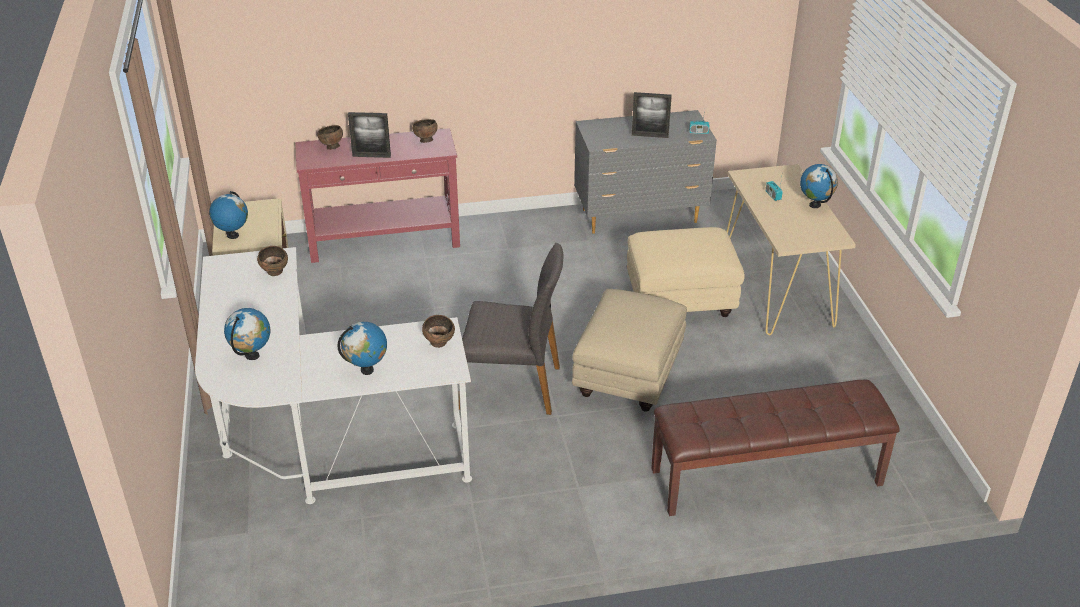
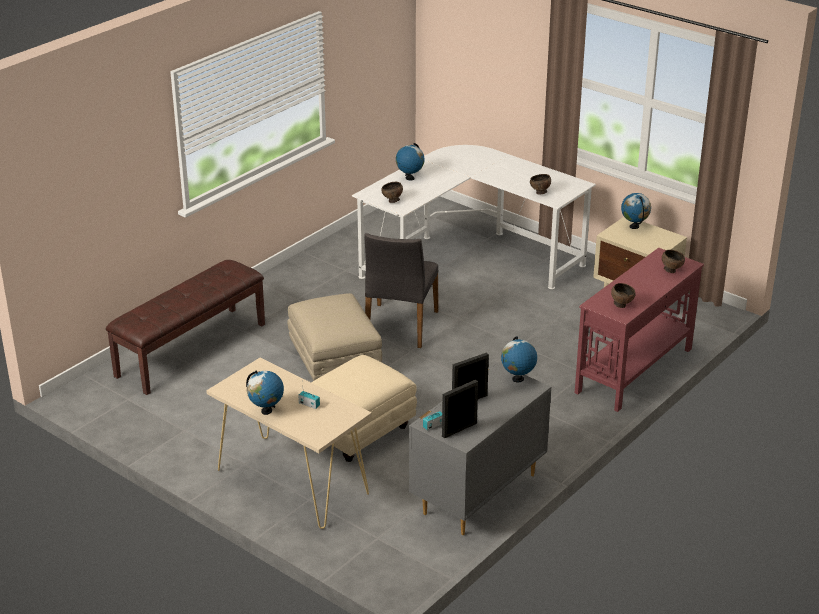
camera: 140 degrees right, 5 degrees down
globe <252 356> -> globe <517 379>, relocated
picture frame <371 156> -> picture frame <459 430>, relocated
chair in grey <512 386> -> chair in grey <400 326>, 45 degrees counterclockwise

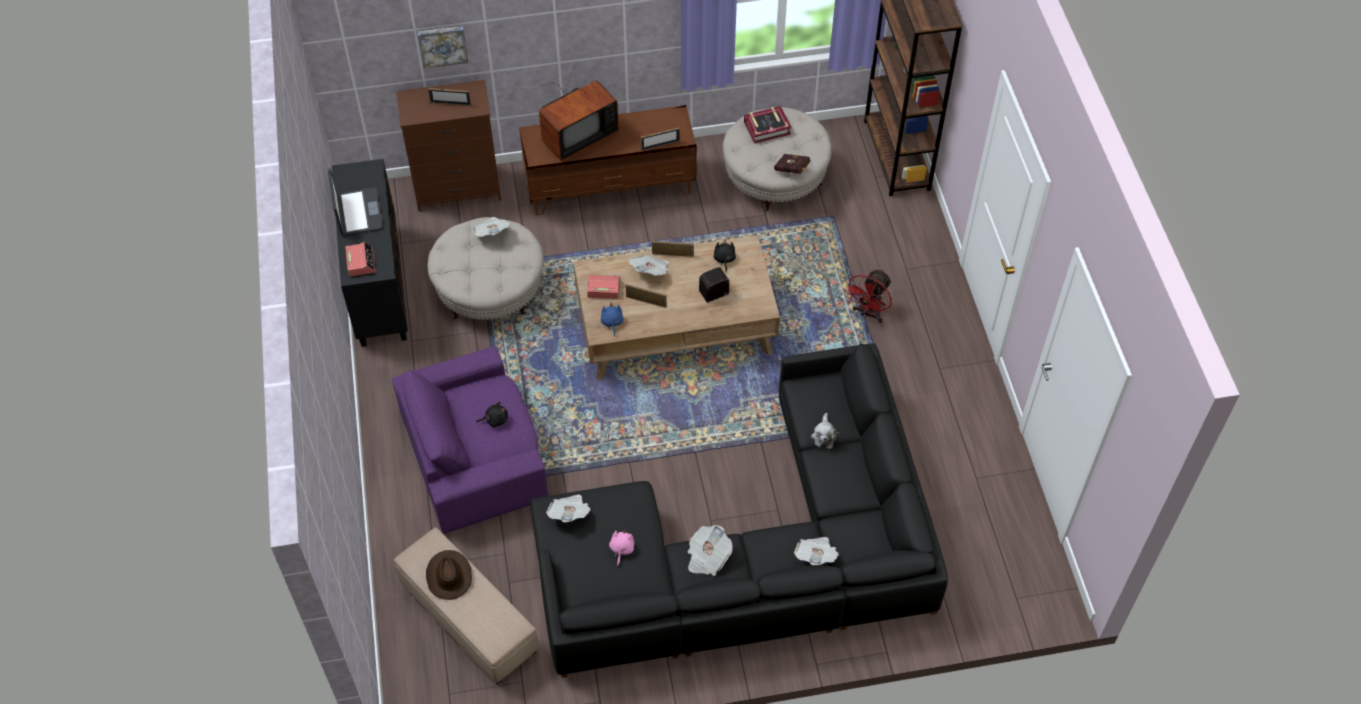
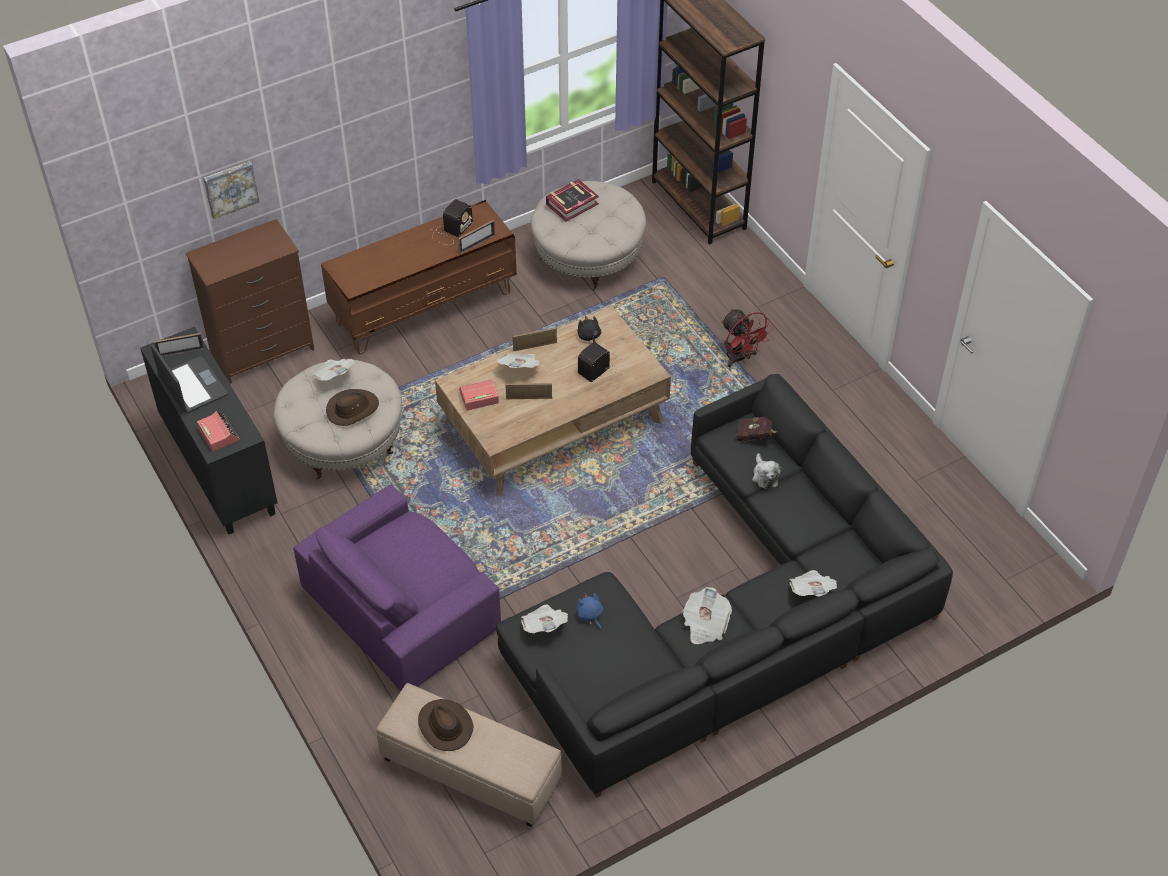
camera: 20 degrees left, 5 degrees down
soft toy in black-coloured <495 419> -> none
TV set <576 136> -> none
soft toy in pink <621 549> -> none
none -> hat in brown-coloured <352 409>
none -> radio <451 231>
picture frame <450 103> -> picture frame <180 352>, relocated
soft toy in blue <612 323> -> soft toy in blue <590 616>, relocated
bound book in reddish <792 170> -> bound book in reddish <756 436>, relocated
fan in reddish <868 314> -> fan in reddish <740 358>, 45 degrees counterclockwise

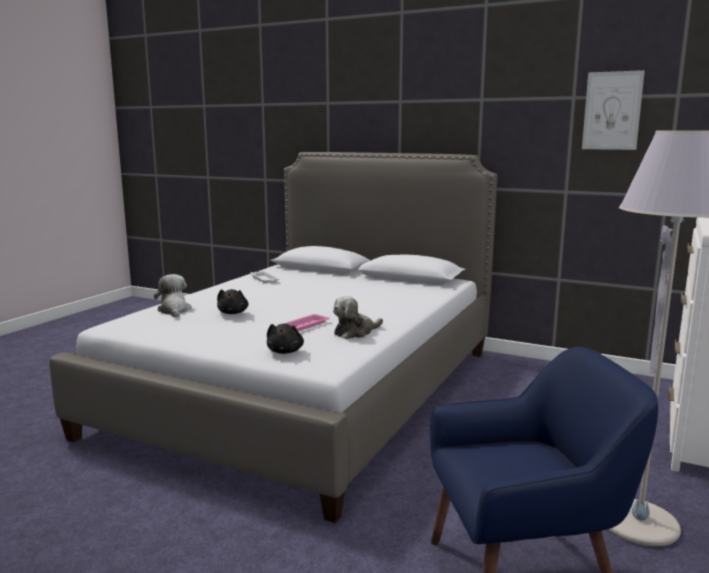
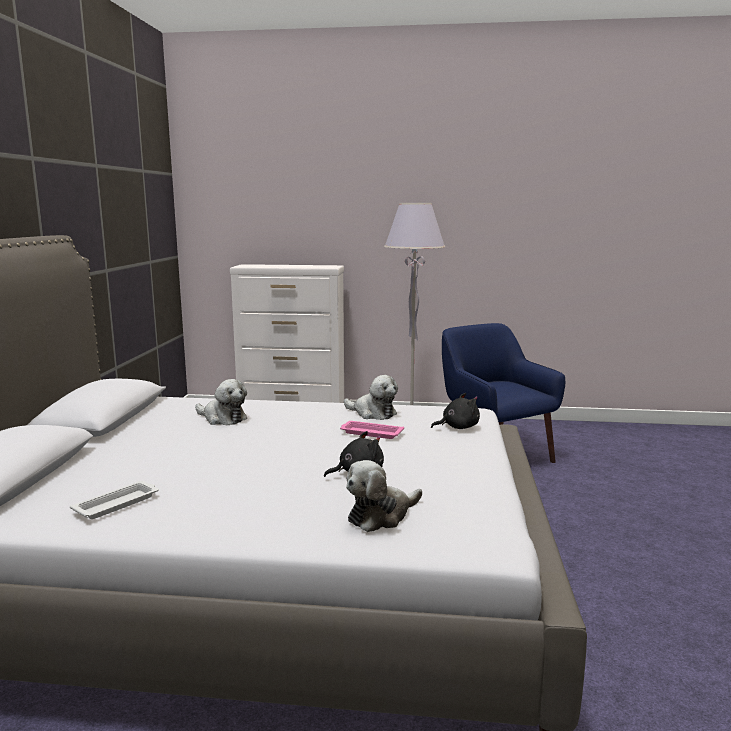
camera: 110 degrees left, 0 degrees up
wall art <612 111> -> none
none -> soft toy <222 418>

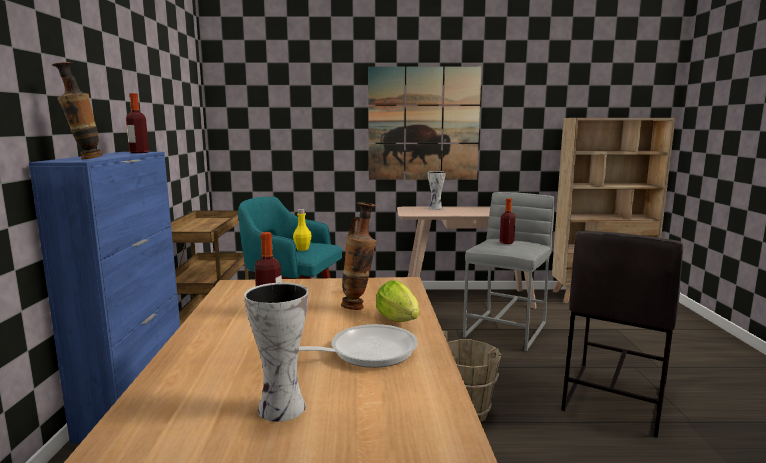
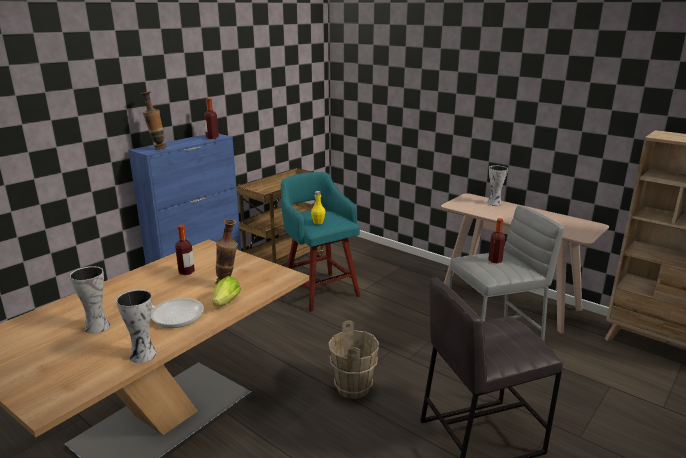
camera: 40 degrees right, 10 degrees up
wall art <423 124> -> none
none -> flower vase <144 355>

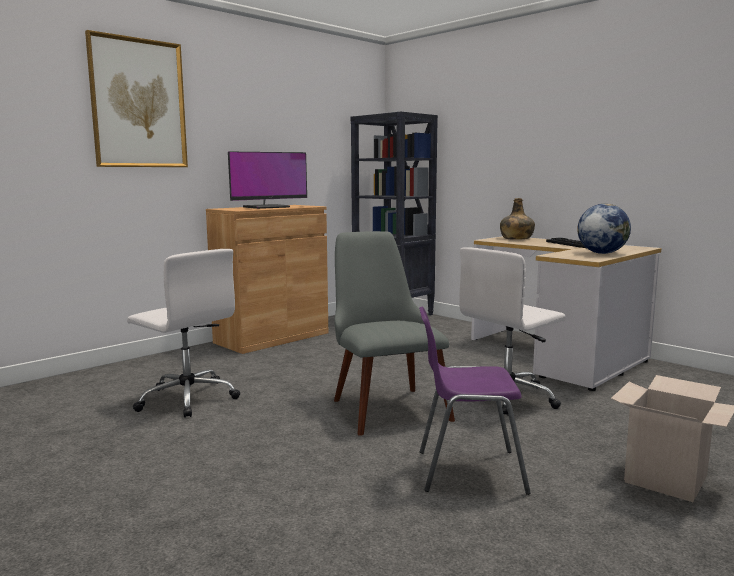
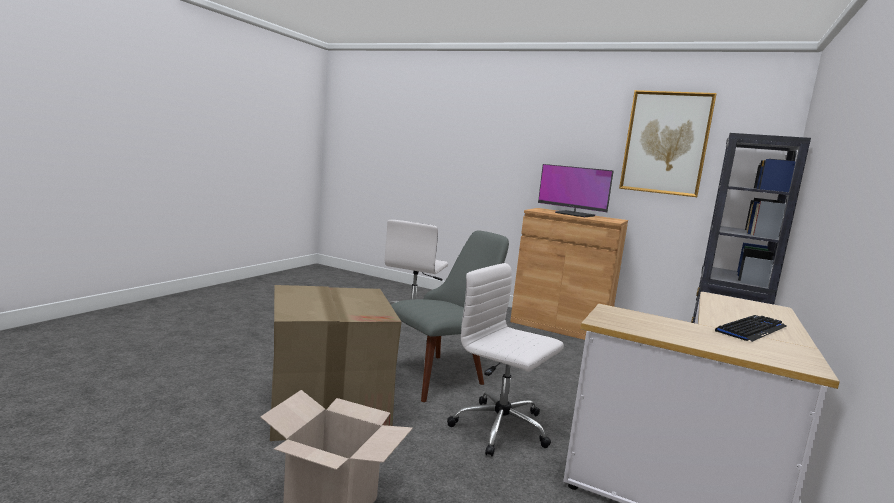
camera: 70 degrees right, 0 degrees up
beverage bottle in green-coloured <516 238> -> none
globe <601 253> -> none
wall art <138 103> -> wall art <665 143>, relocated
chair in purple <467 471> -> packing box <328 406>

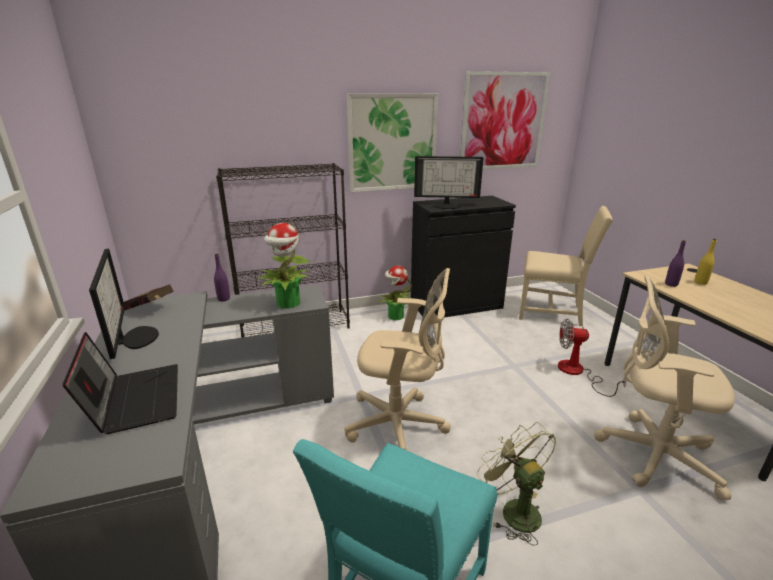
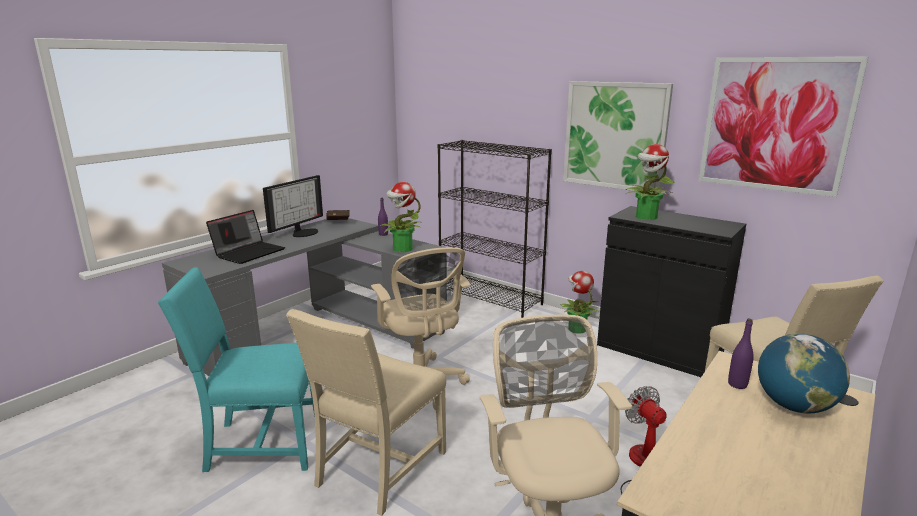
camera: 55 degrees right, 5 degrees down
monitor <447 206> -> houseplant <646 217>
fan in green-coloured <513 510> -> chair in beige-coloured <377 469>
beverage bottle in yellowish <700 282> -> globe <794 406>

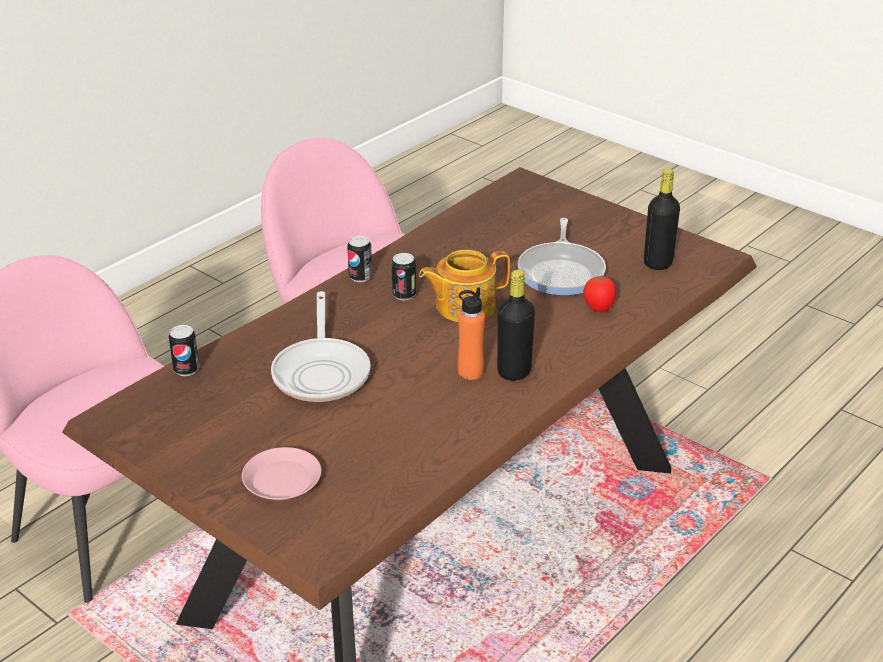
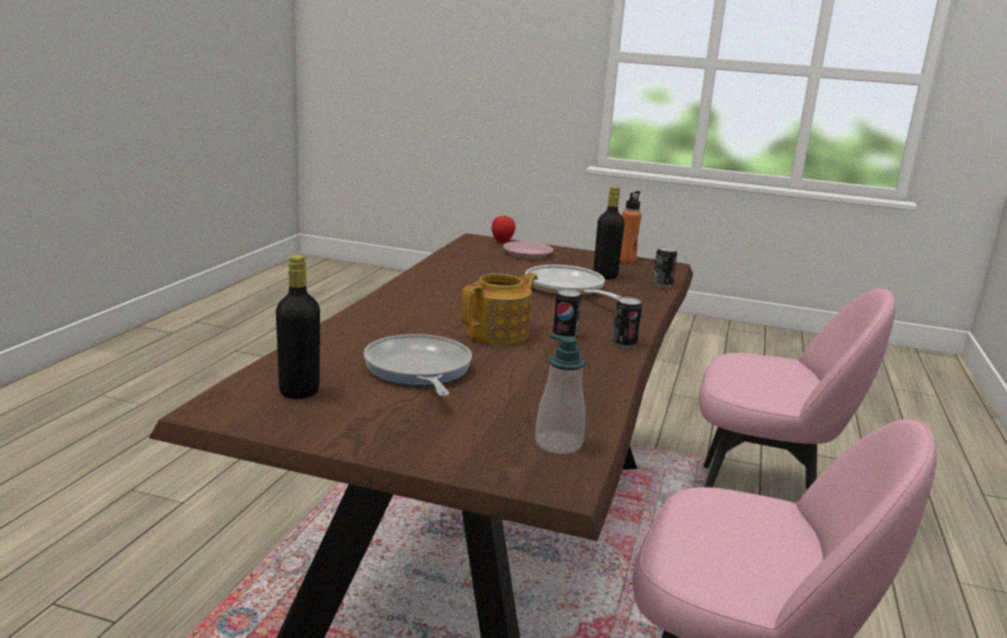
camera: 155 degrees right, 15 degrees down
none -> liquid soap bottle <558 444>
beverage bottle in orangey <470 372> -> beverage bottle in orangey <626 261>, relocated
beverage bottle in black-coloured <514 372> -> beverage bottle in black-coloured <605 276>, relocated
fresh tomato <599 309> -> fresh tomato <502 241>, relocated

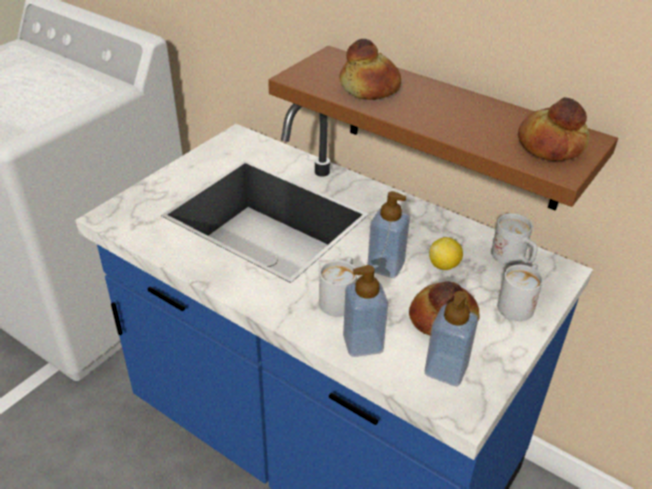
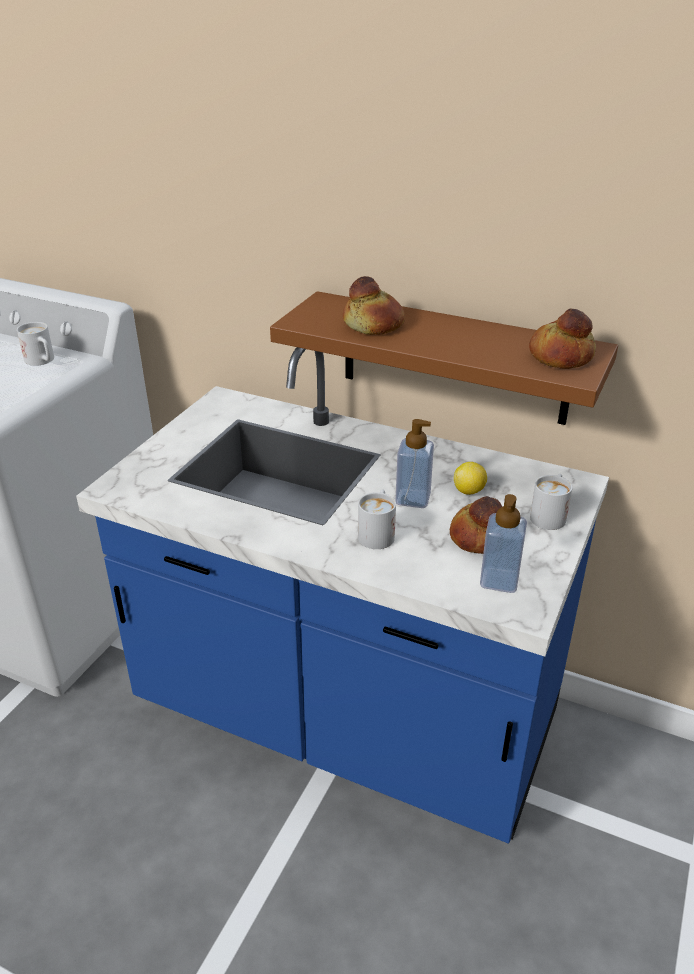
camera: 10 degrees left, 5 degrees down
liquid soap bottle <363 343> -> none
mug in white-coloured <513 259> -> mug in white-coloured <42 361>, relocated

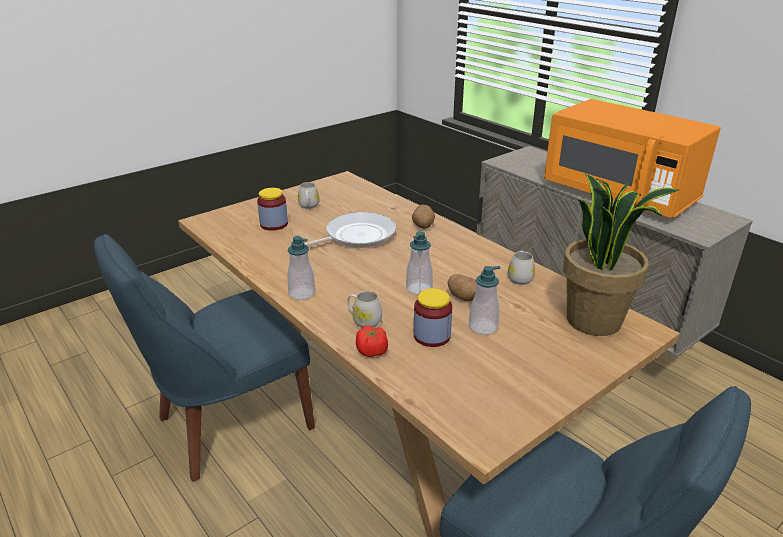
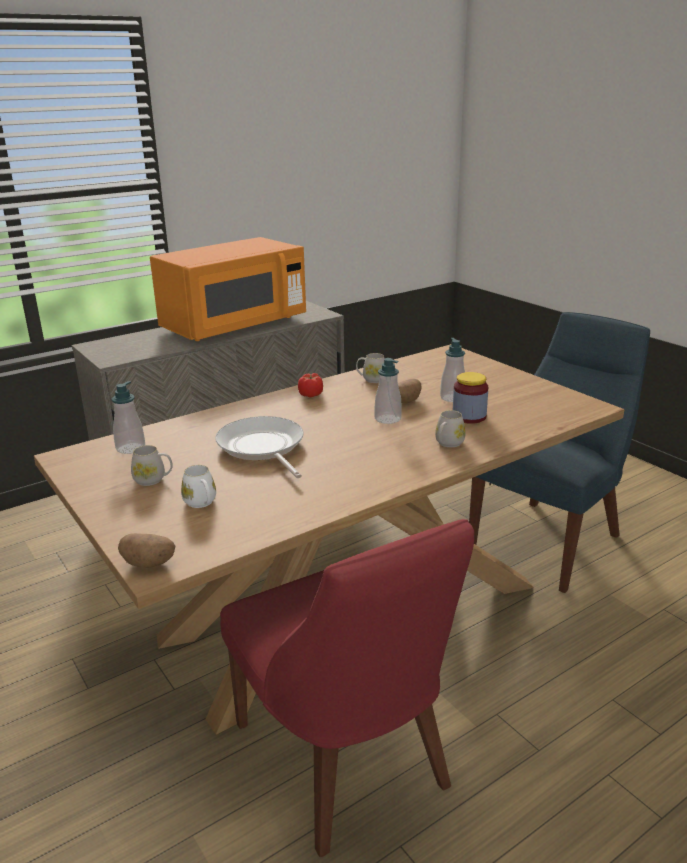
camera: 85 degrees left, 5 degrees down
houseplant <594 320> -> none
liquid soap bottle <302 293> -> liquid soap bottle <130 448>, relocated
fresh tomato <372 351> -> fresh tomato <311 394>, relocated
potato <423 226> -> potato <149 564>, relocated
storage jar <274 224> -> mug in white-coloured <201 503>
chair in blue <228 425> -> chair in reddish <345 761>

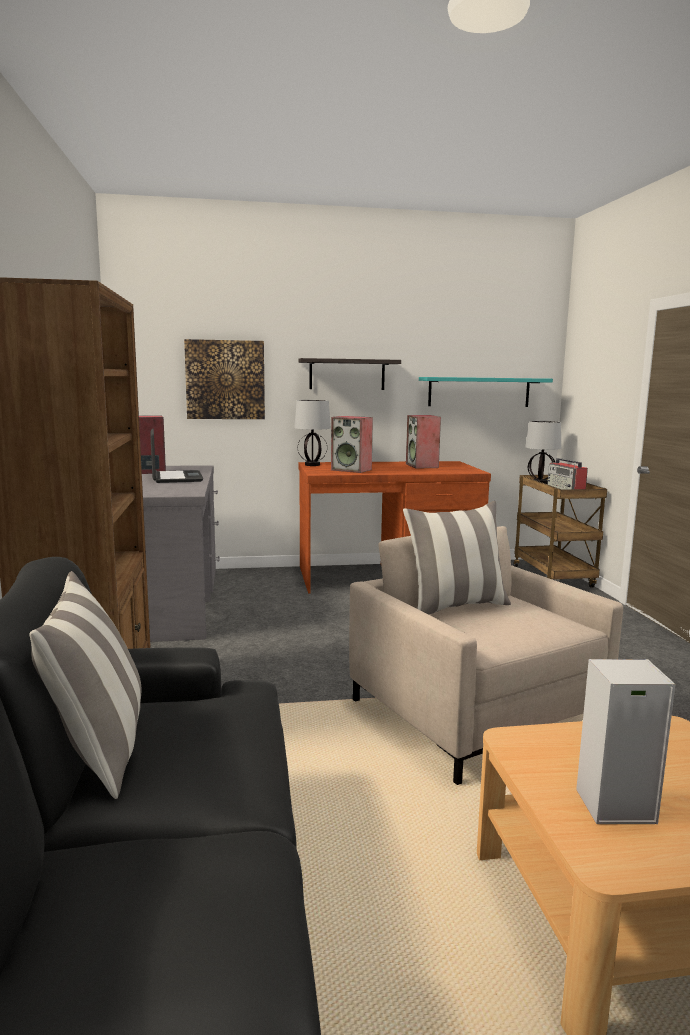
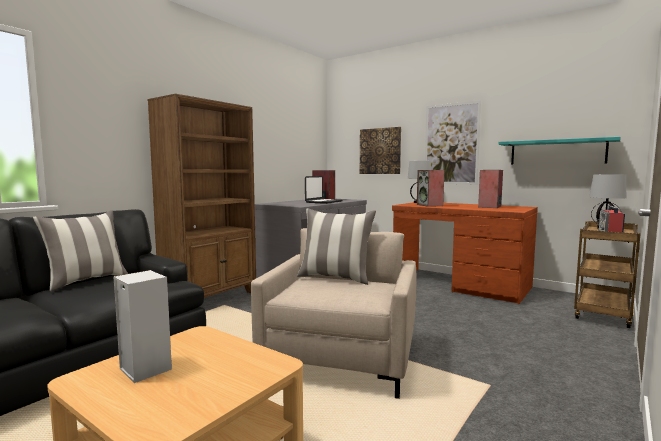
camera: 45 degrees right, 5 degrees down
bracket shelf <347 374> -> wall art <451 144>

